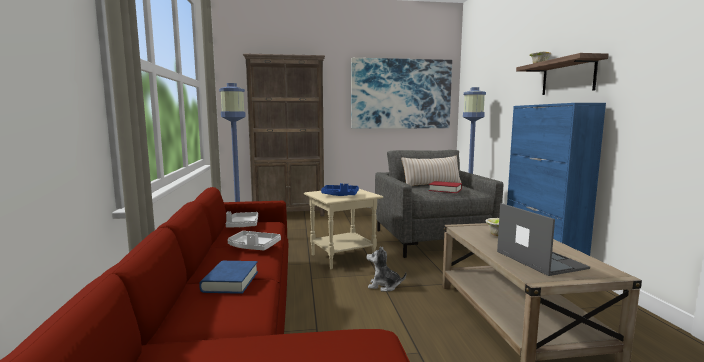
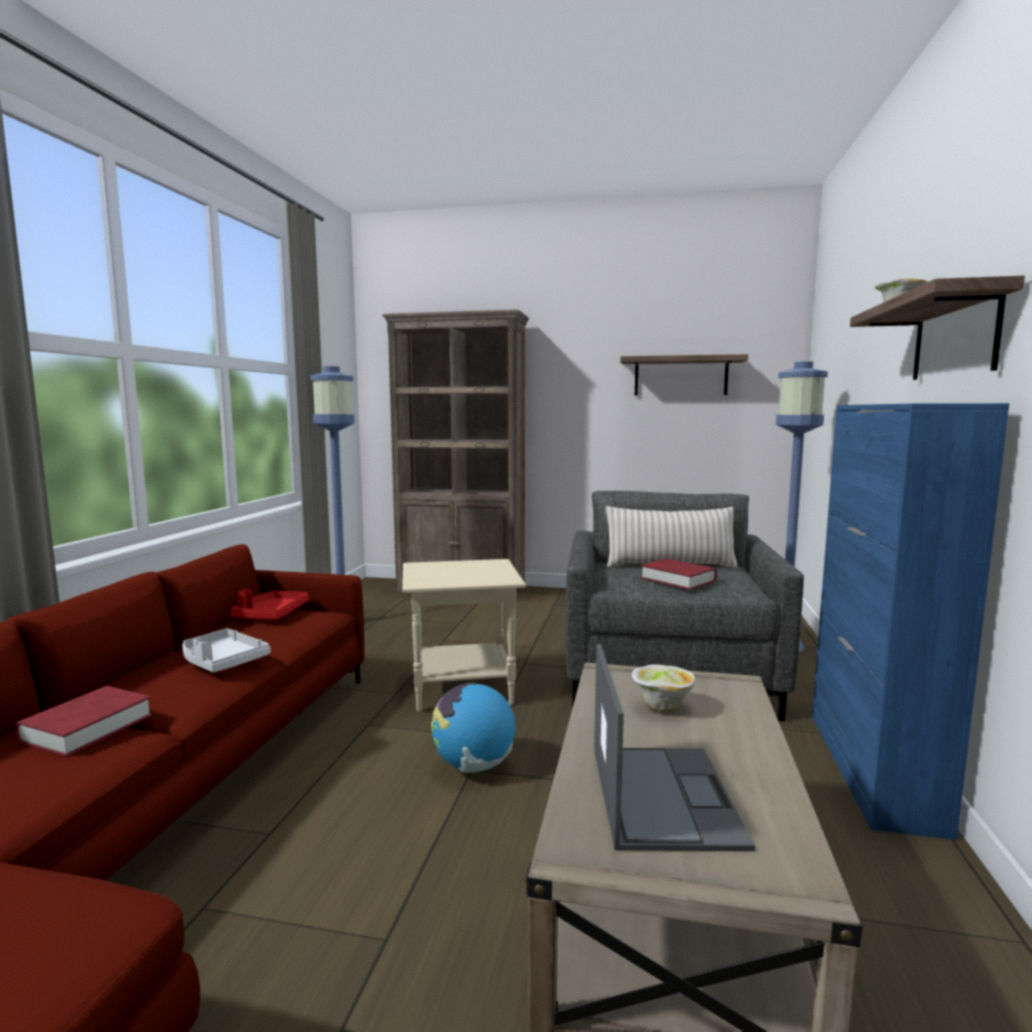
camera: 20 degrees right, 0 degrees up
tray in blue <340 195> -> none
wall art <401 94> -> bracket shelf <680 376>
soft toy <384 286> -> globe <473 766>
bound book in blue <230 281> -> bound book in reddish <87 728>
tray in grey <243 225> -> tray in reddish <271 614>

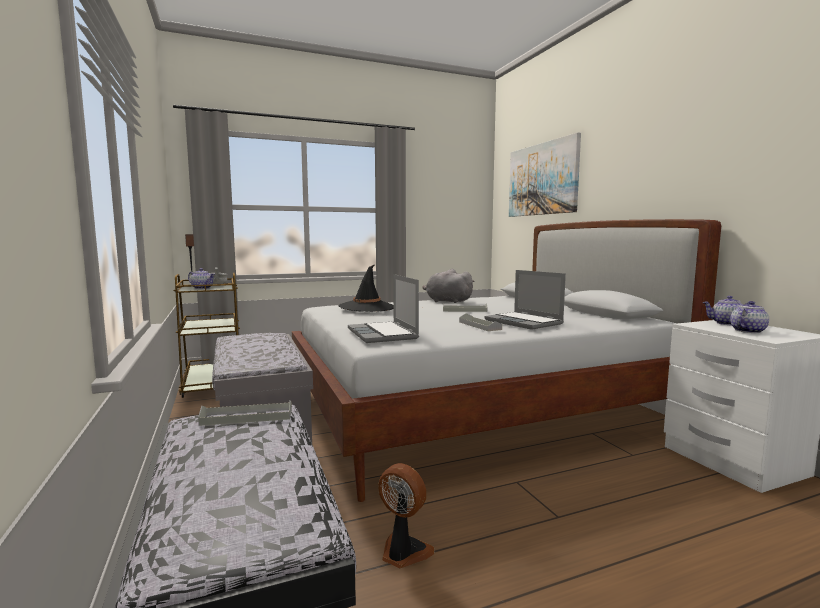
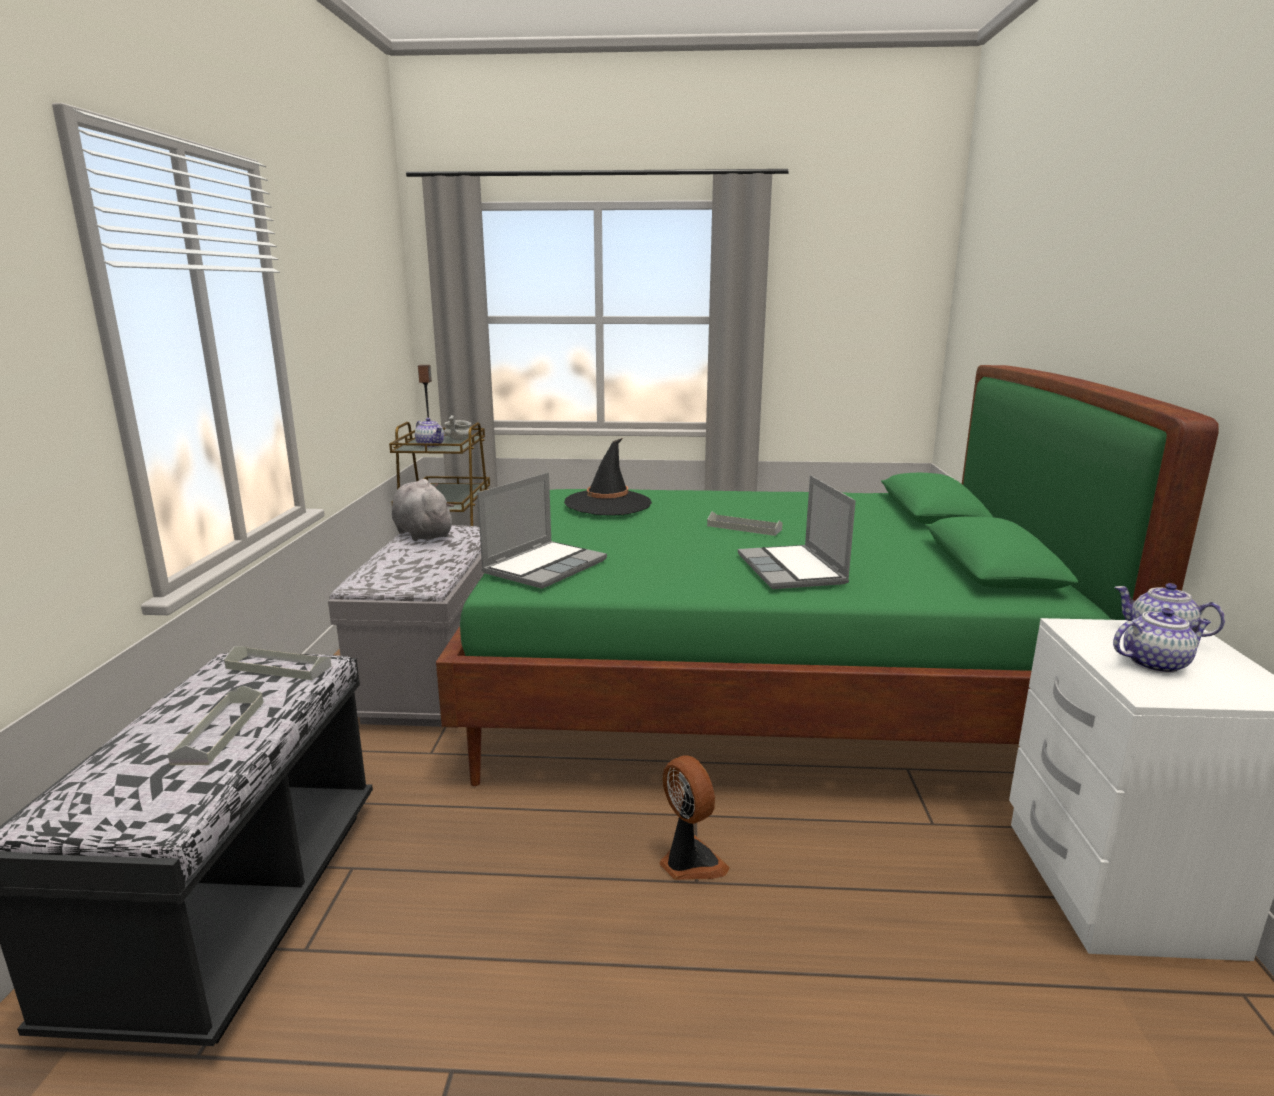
camera: 25 degrees right, 10 degrees up
wall art <542 179> -> none
fan <403 552> -> fan <689 862>, relocated
soft toy in grey <446 301> -> soft toy in grey <422 533>, relocated
tray in grey <479 326> -> tray in grey <220 731>, relocated
sleeping bed in white-coloured <477 410> -> sleeping bed in green-coloured <759 687>
laptop <383 334> -> laptop <545 566>, 150 degrees counterclockwise

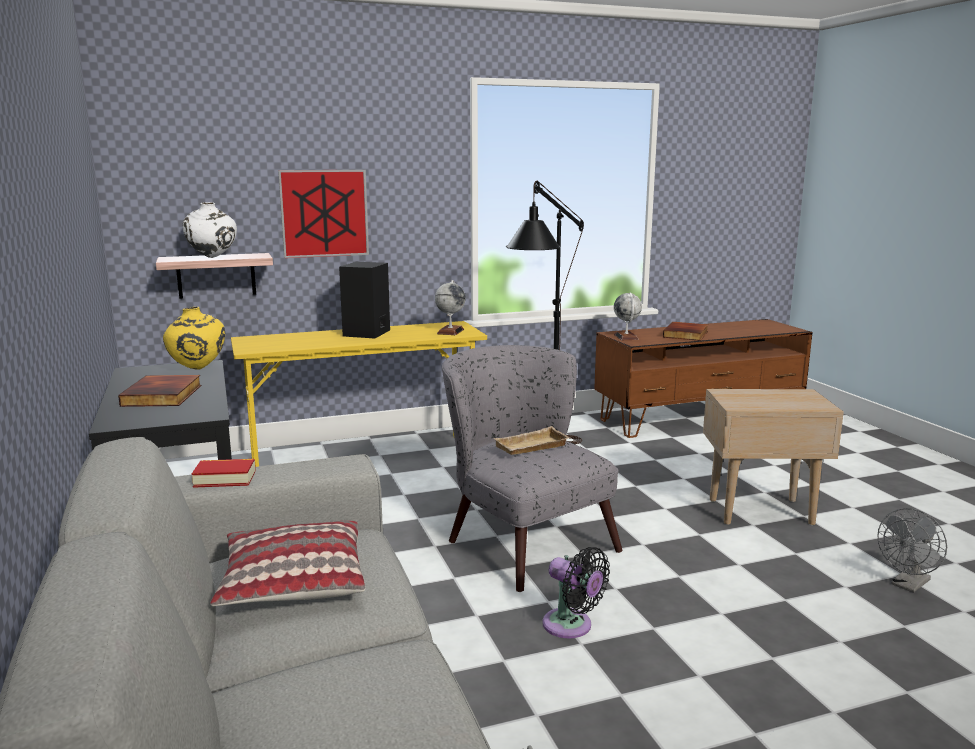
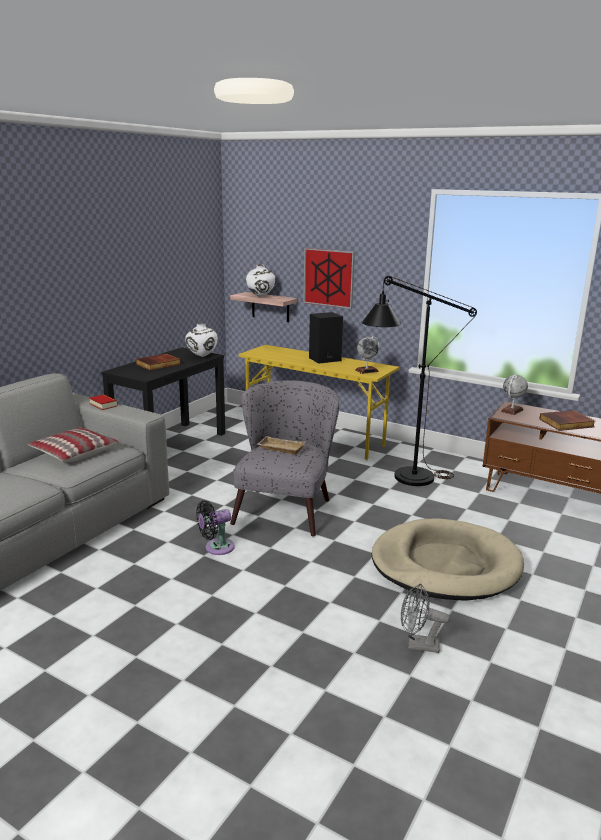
camera: 50 degrees right, 5 degrees up
end table in beige-coloured <759 512> -> pet bed in beige-coloured <445 565>
flower vase in yellowish <197 369> -> flower vase in white-coloured <202 356>
fan in black-coloured <571 626> -> fan in black-coloured <216 548>, 60 degrees clockwise

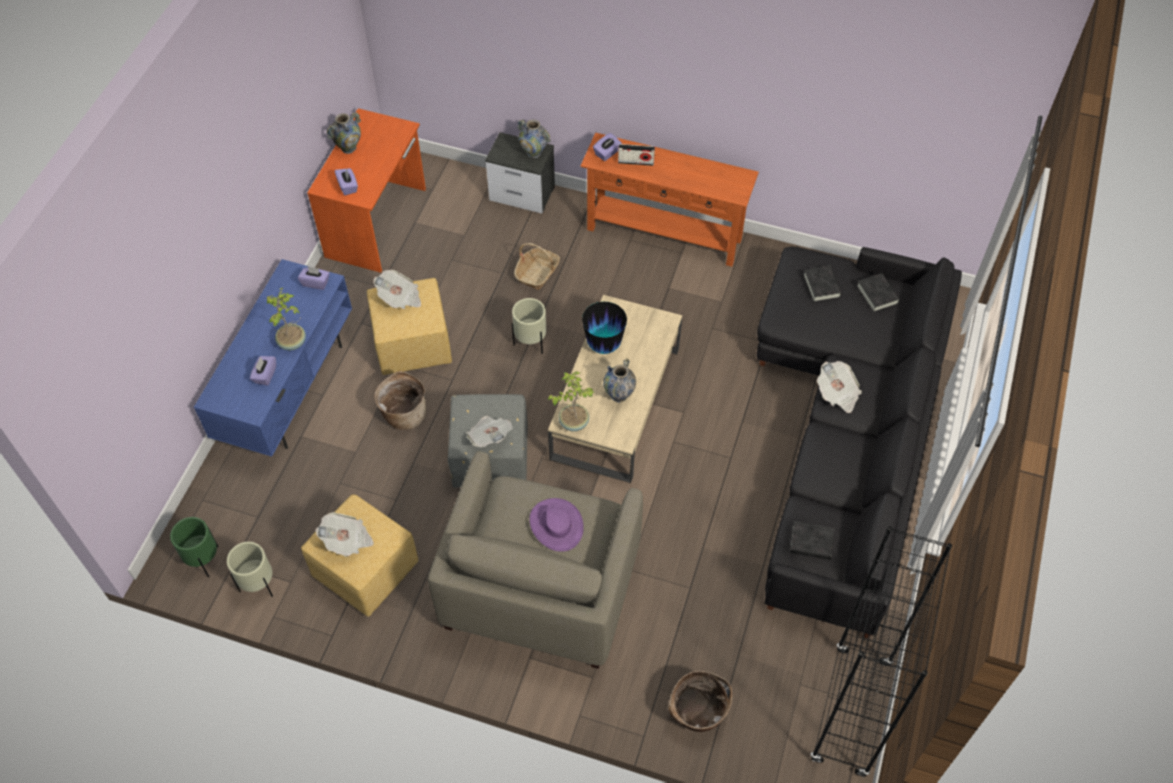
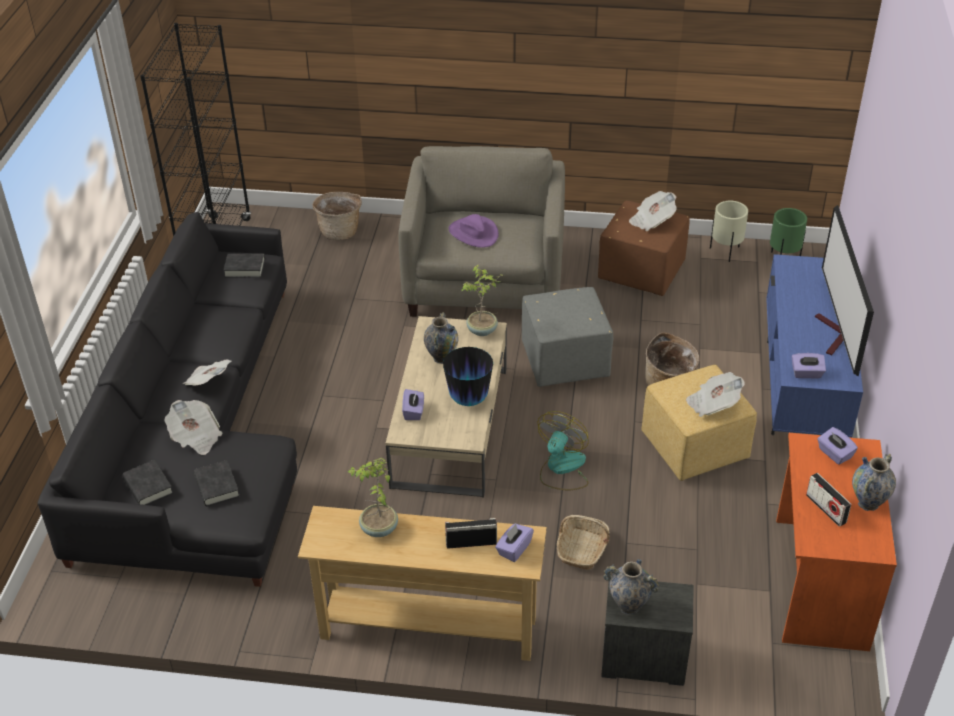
camera: 170 degrees right, 15 degrees down
none -> radio <826 509>
none -> TV set <835 336>
tissue holder in purple <265 375> -> tissue holder in purple <414 412>, relocated
houseplant <293 342> -> houseplant <378 529>, relocated
daily paper <489 437> -> daily paper <196 437>, relocated
plant pot in beige-coloured <531 343> -> fan <562 469>
pouffe in yellowish <364 571> -> pouffe in brown-coloured <642 272>
hall table in orangey <664 234> -> hall table in beige-coloured <428 629>

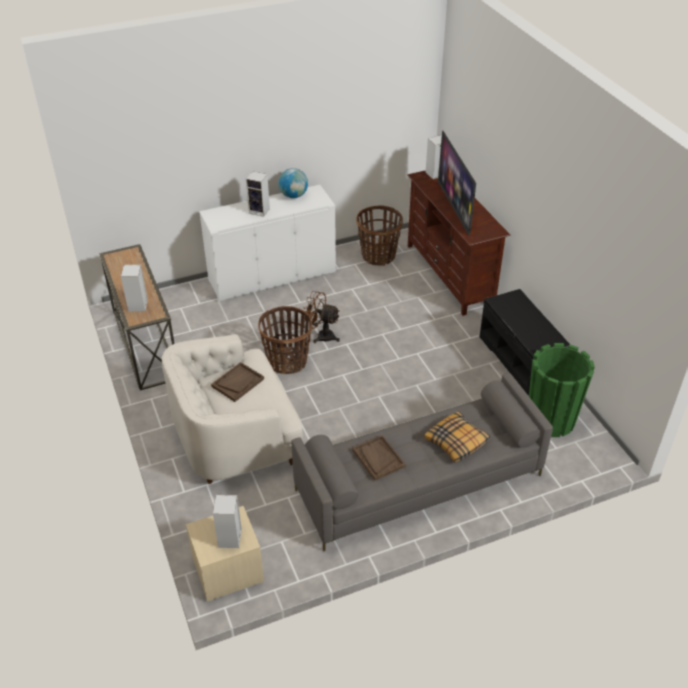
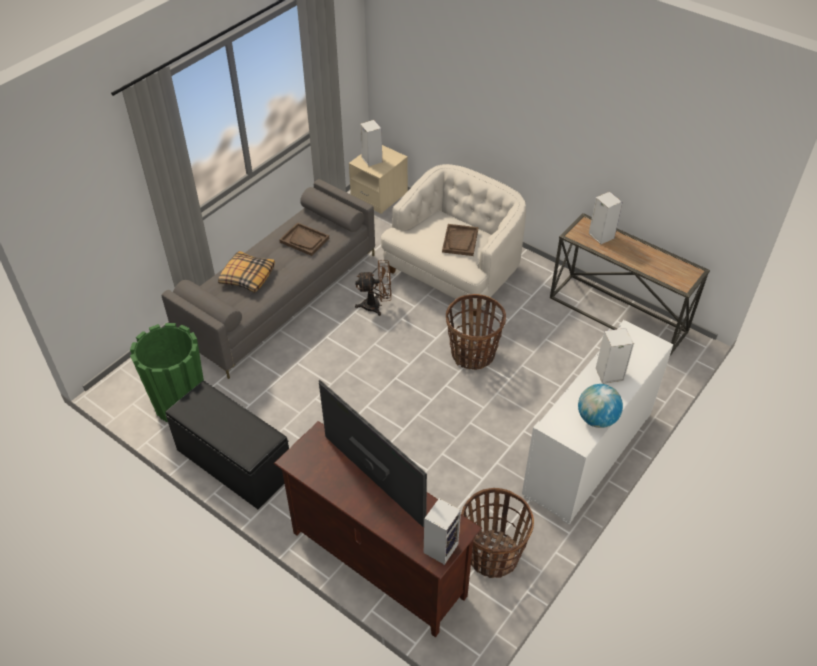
camera: 150 degrees right, 5 degrees up
fan in brown-coloured <321 335> -> fan in brown-coloured <376 305>, relocated

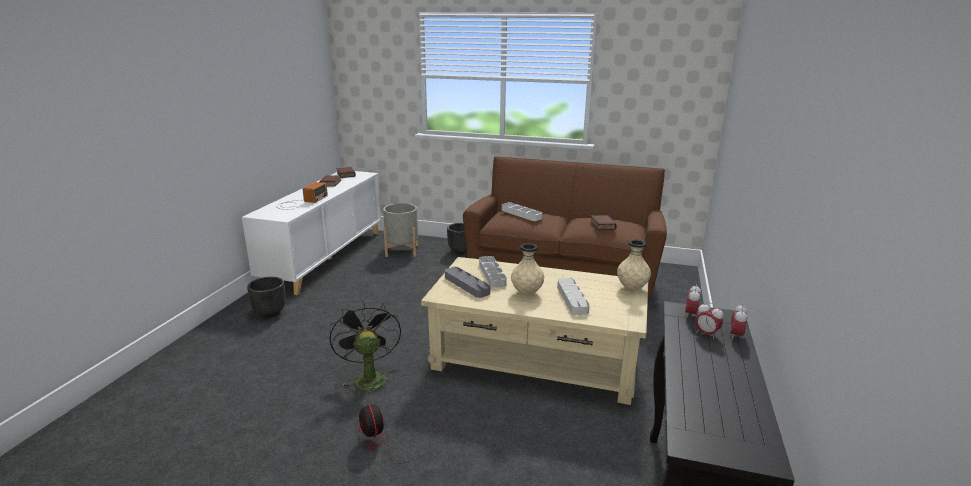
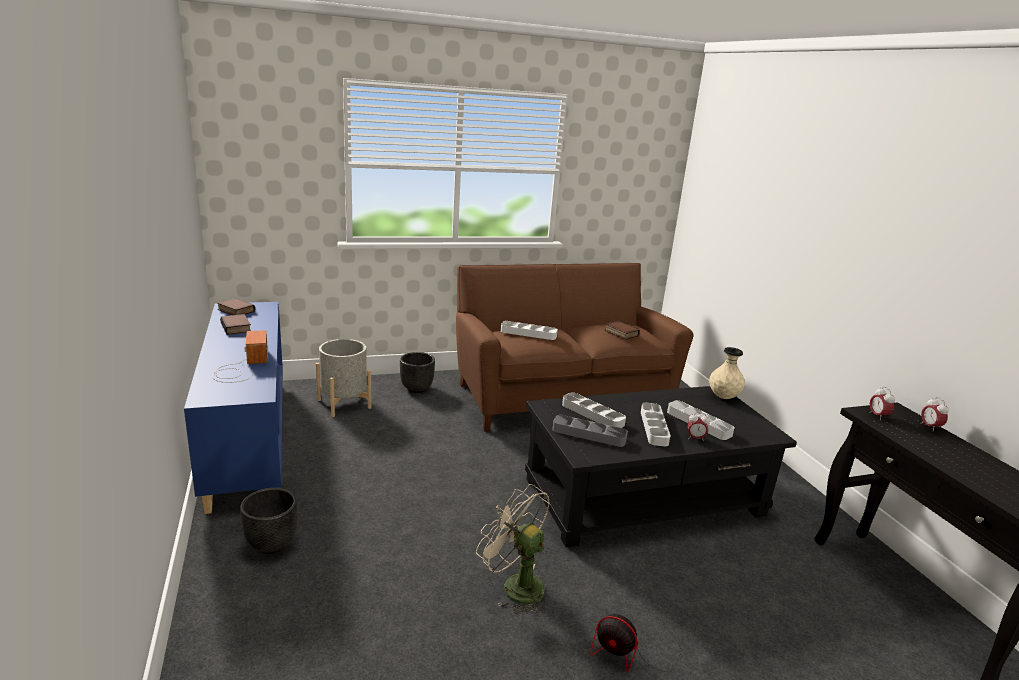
camera: 35 degrees left, 0 degrees up
table clock <706 334> -> table clock <695 438>, relocated
flower vase in beige-coloured <527 293> -> tray in grey <654 427>
cupboard in white-coloured <325 257> -> cupboard in blue <248 438>
fan in black-coloured <367 378> -> fan in beige-coloured <515 585>
low table in beige-coloured <536 359> -> low table in black-coloured <644 497>

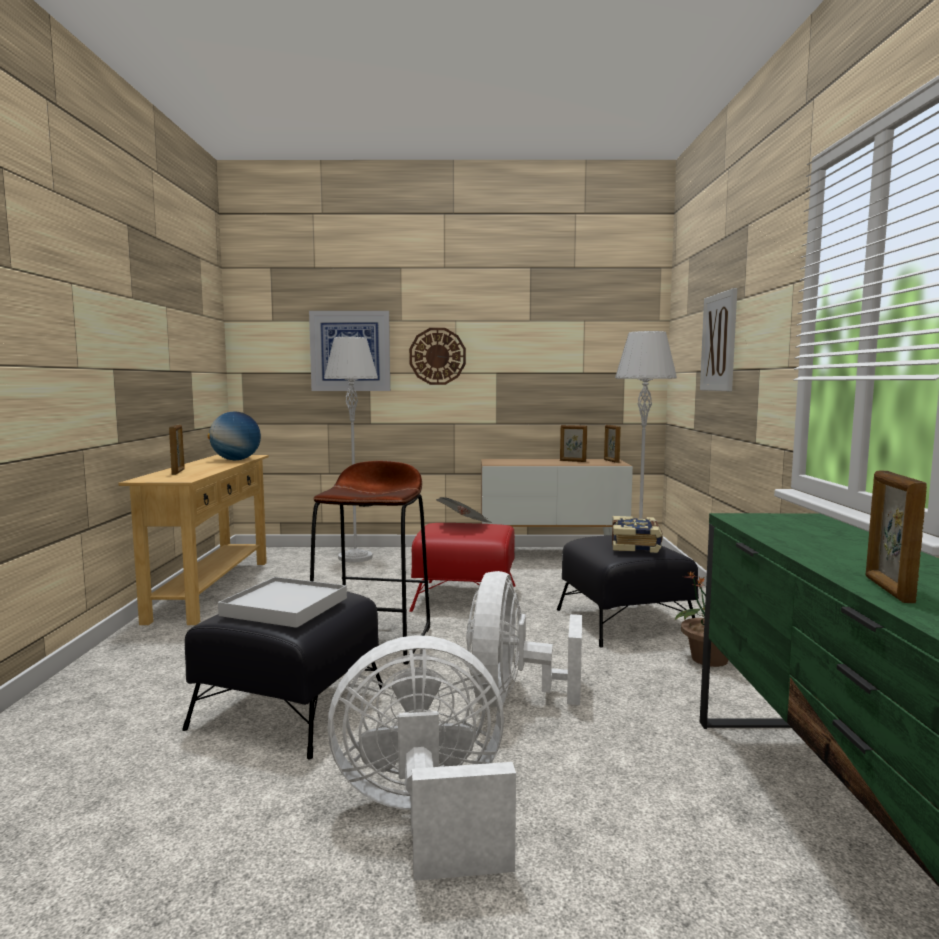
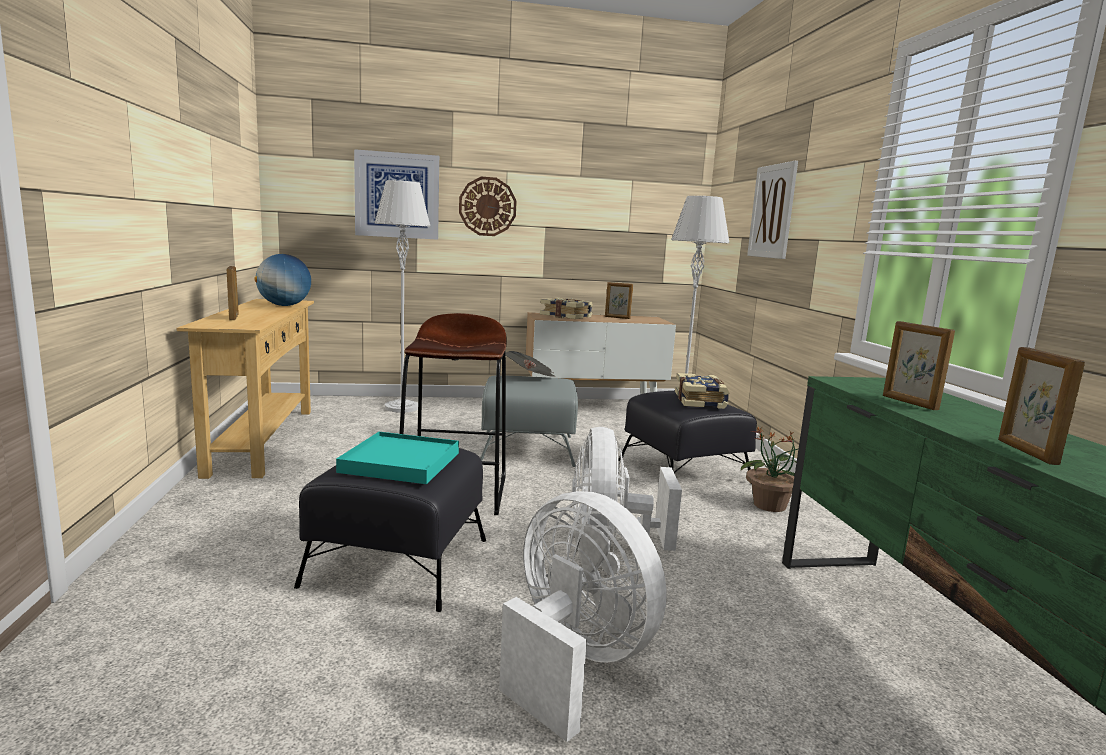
camera: 10 degrees left, 5 degrees up
none -> bound book <566 316>
picture frame <611 461> -> picture frame <909 403>, relocated
tray in white-coloured <285 607> -> tray in turquoise-coloured <401 462>
pouffe in reddish <466 598> -> pouffe in grey <528 449>
fan in white-coloured <425 817> -> fan in white-coloured <574 662>, 60 degrees clockwise

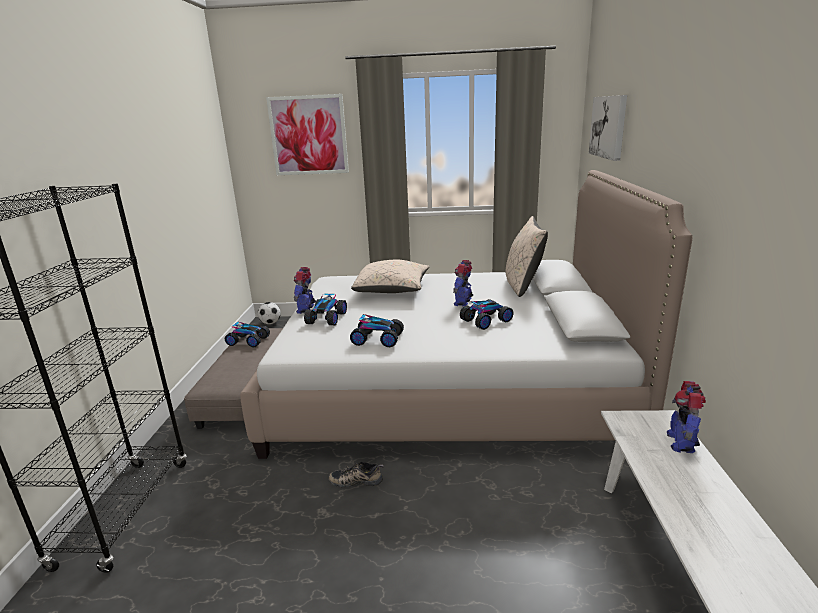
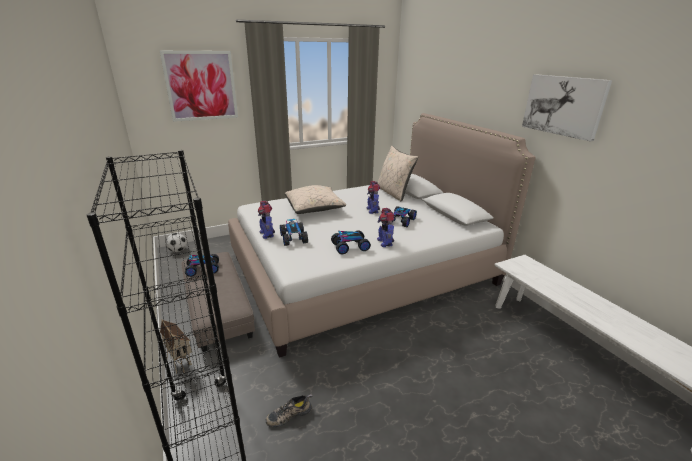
camera: 30 degrees left, 5 degrees up
none -> miniature house <181 363>
item of footwear <357 480> -> item of footwear <289 414>, relocated
wall art <609 127> -> wall art <563 105>, relocated
robot figure <681 442> -> robot figure <385 242>, relocated

